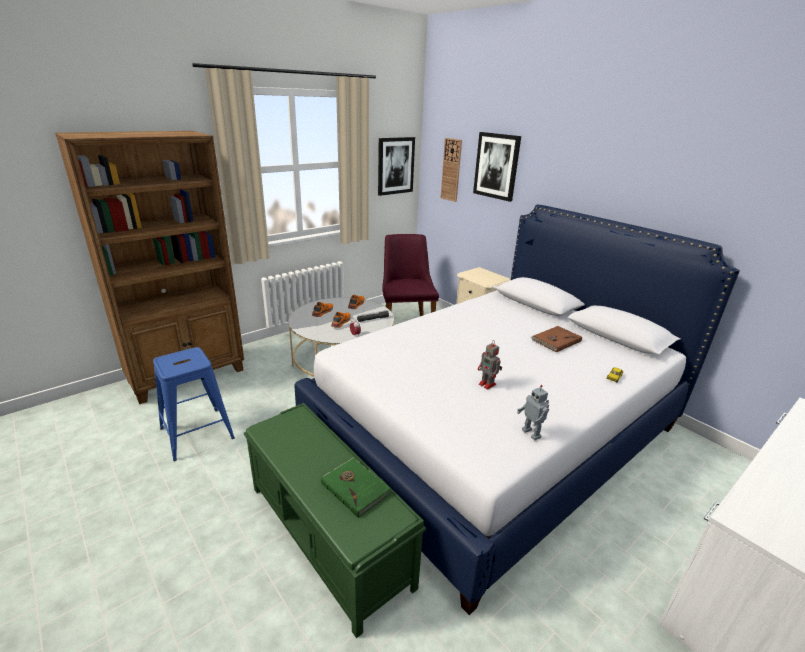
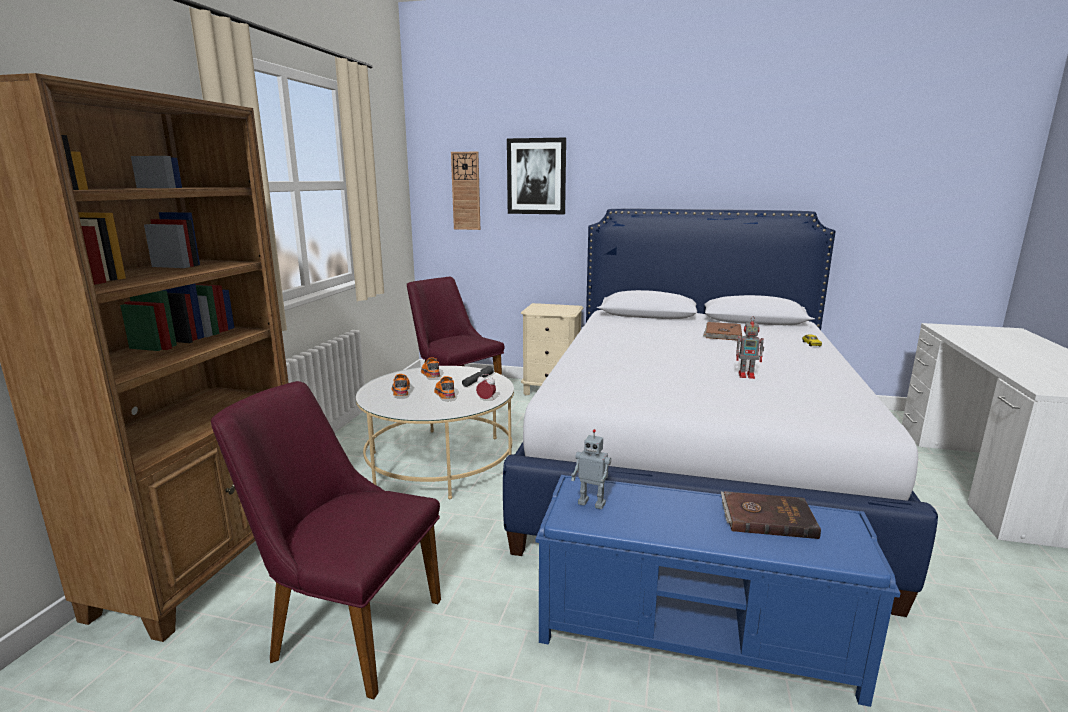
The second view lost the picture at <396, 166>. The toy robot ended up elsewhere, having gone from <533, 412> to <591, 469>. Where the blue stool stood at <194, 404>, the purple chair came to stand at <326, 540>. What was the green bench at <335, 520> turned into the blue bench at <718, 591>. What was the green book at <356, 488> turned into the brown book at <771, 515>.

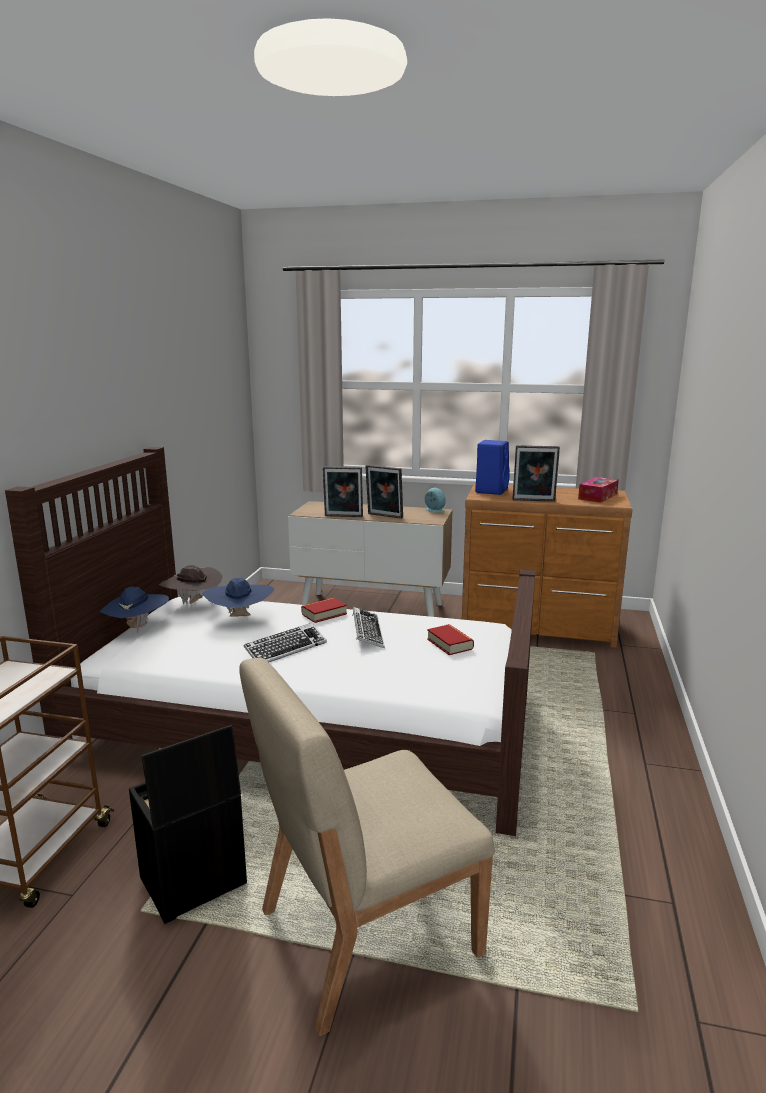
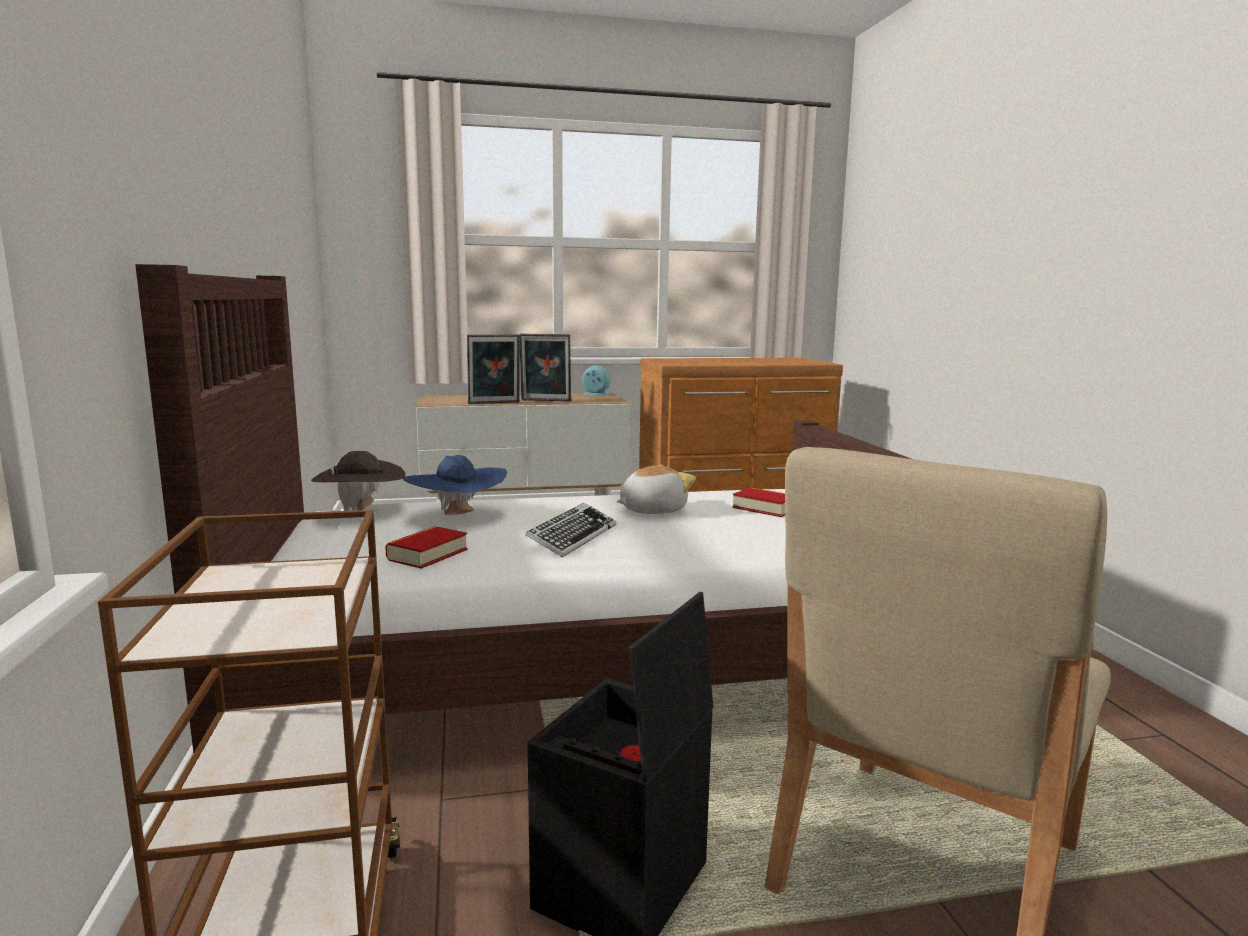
The second view lost the blue hat at <134, 609>. The second view lost the blue speaker at <492, 467>. The second view lost the picture frame at <536, 473>. The second view lost the tissue box at <598, 490>. The book ended up elsewhere, having gone from <324, 610> to <426, 547>. Where the keyboard stood at <368, 627>, the plush toy came to stand at <656, 489>.

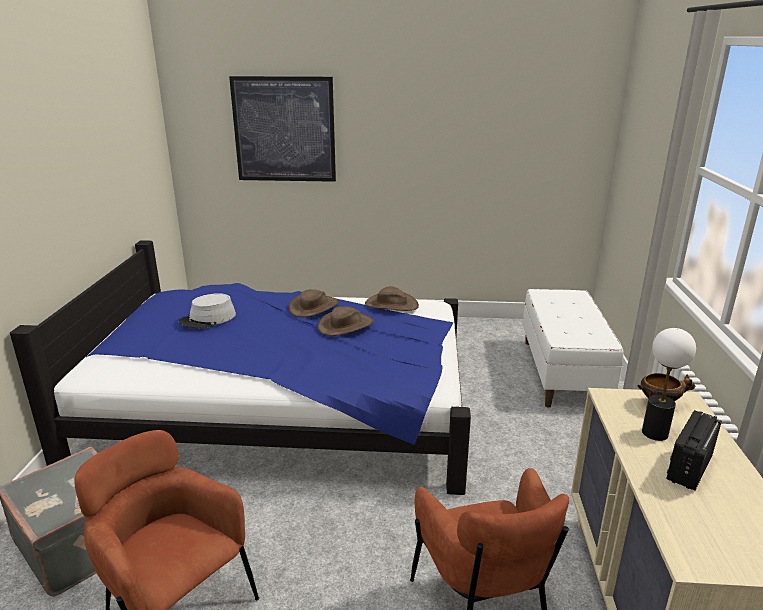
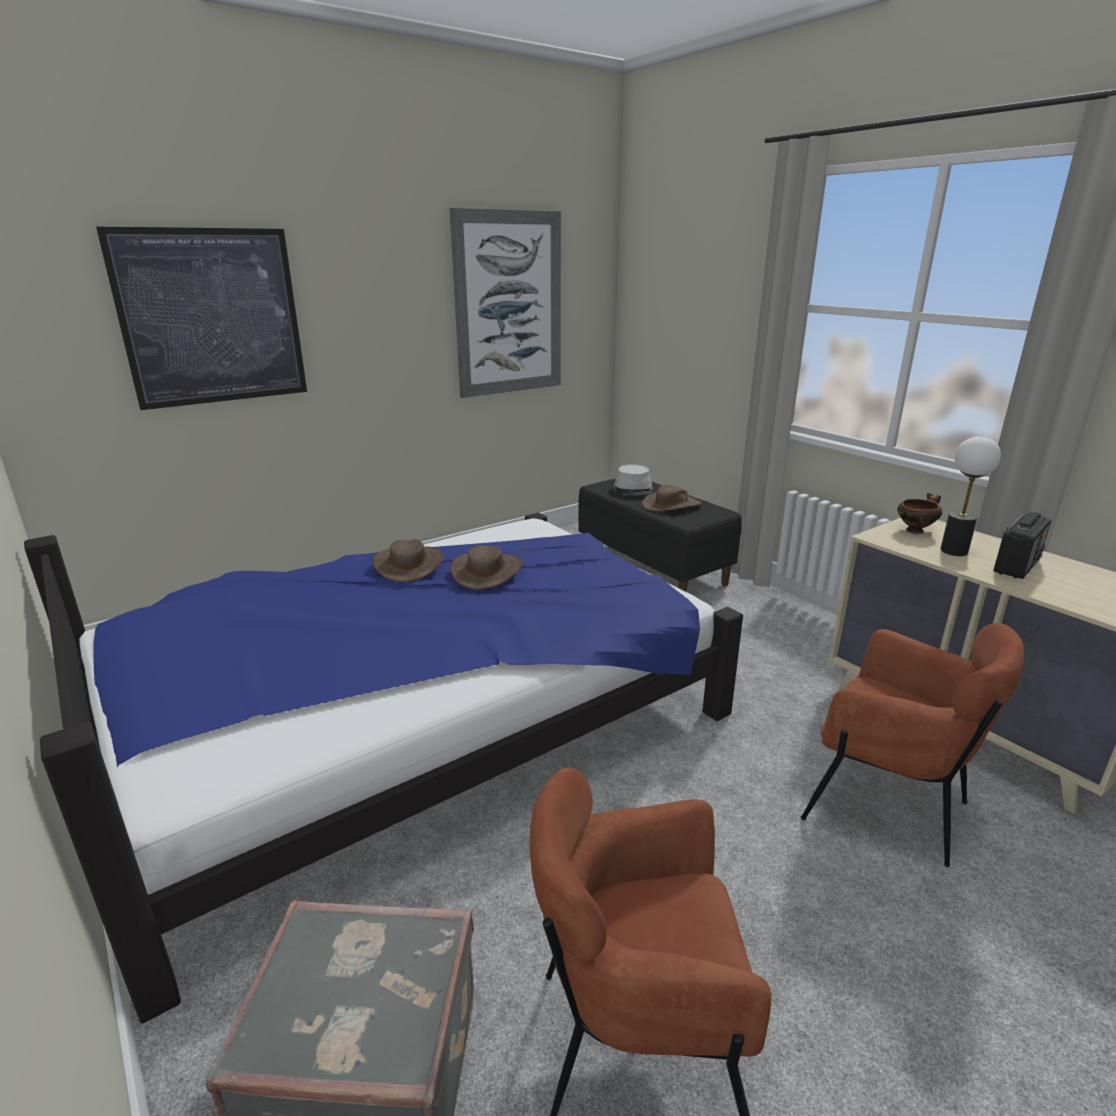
The second view gained the picture at <505, 303>. The grey hat ended up elsewhere, having gone from <207, 311> to <633, 480>. The brown hat ended up elsewhere, having gone from <392, 298> to <671, 498>. What was the white bench at <573, 348> turned into the black bench at <660, 535>. The radio at <694, 450> ended up facing another way, 135 degrees counterclockwise from before.

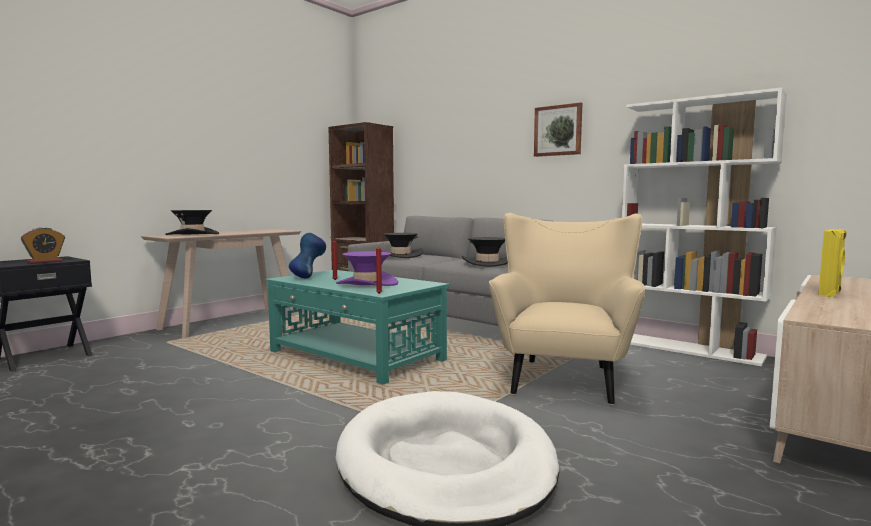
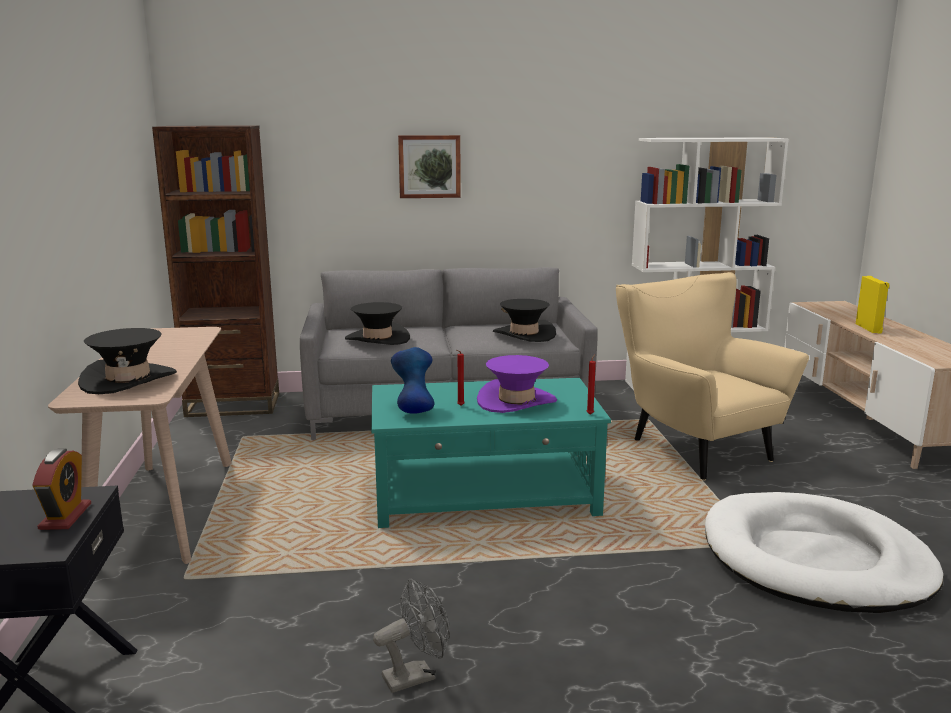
The second view gained the grey fan at <411, 636>. The picture ended up elsewhere, having gone from <558, 129> to <429, 166>.

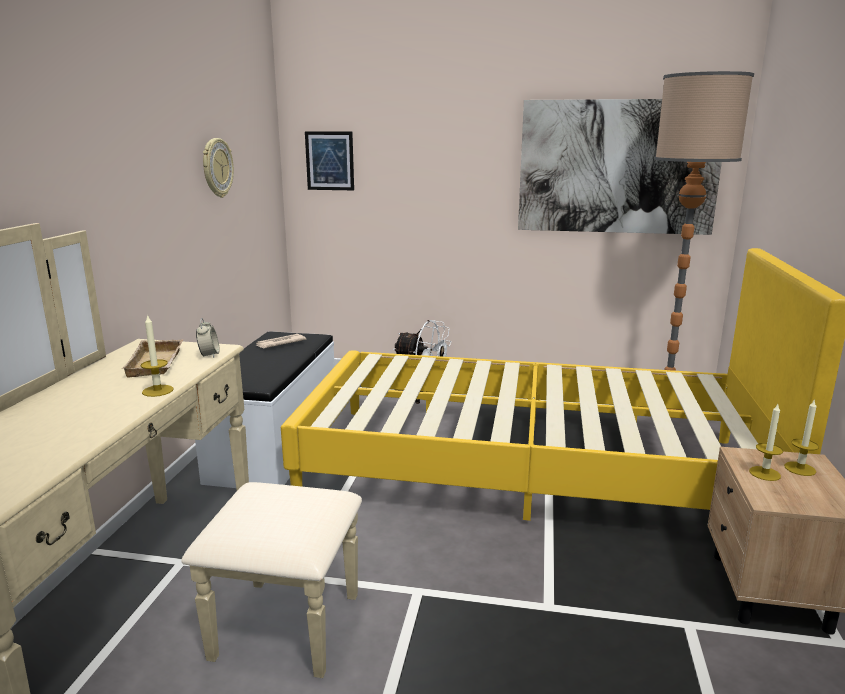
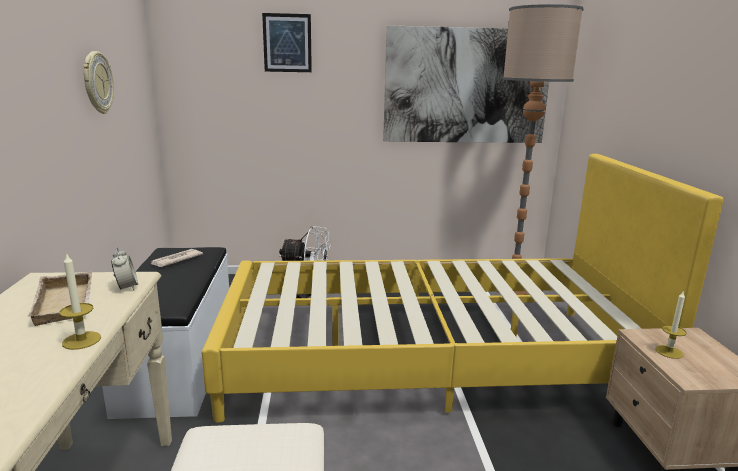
The second view lost the candle at <801, 437>. The picture ended up elsewhere, having gone from <329, 160> to <287, 42>.

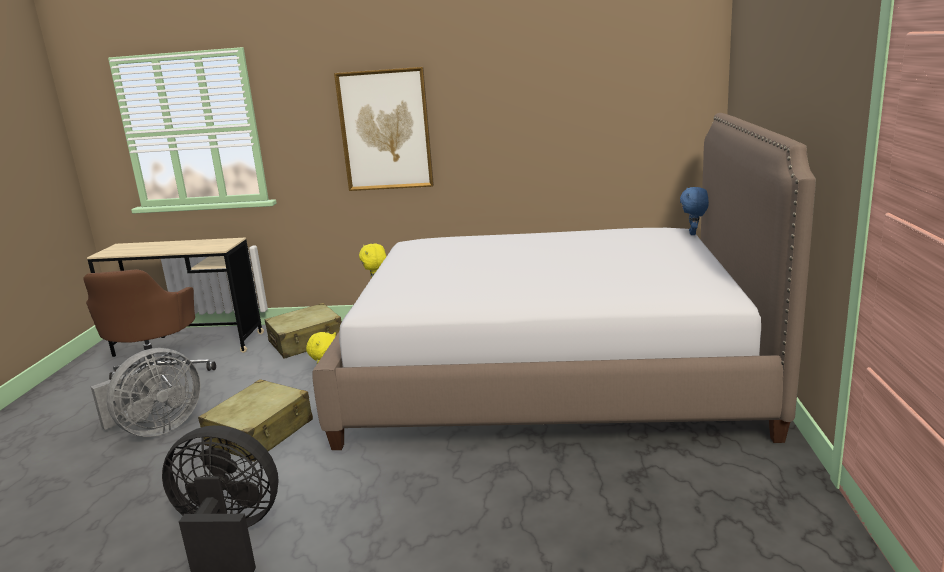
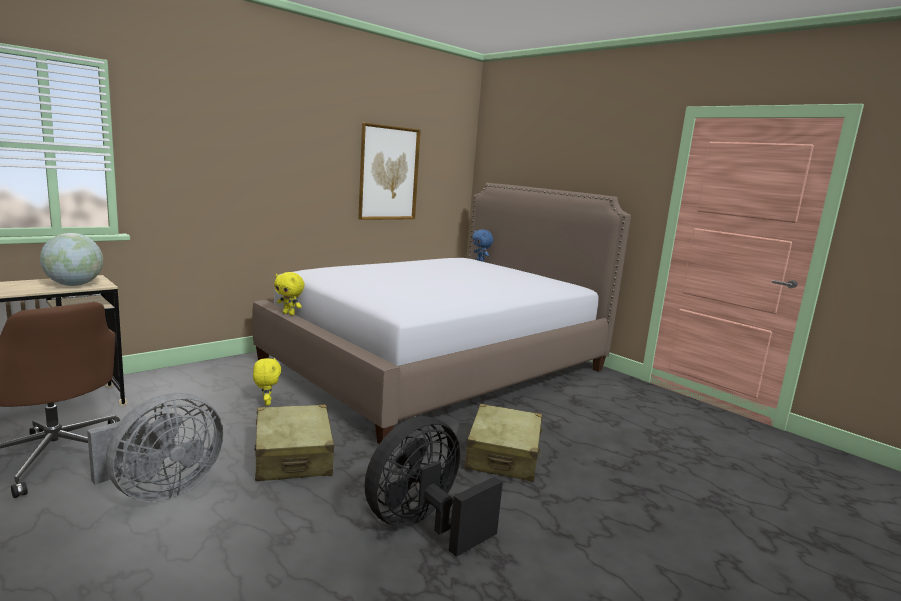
The second view gained the globe at <71, 259>. The beige suitcase ended up elsewhere, having gone from <303, 331> to <503, 443>. The picture ended up elsewhere, having gone from <384, 129> to <389, 171>. The grey fan at <146, 392> ended up facing another way, 45 degrees clockwise from before.

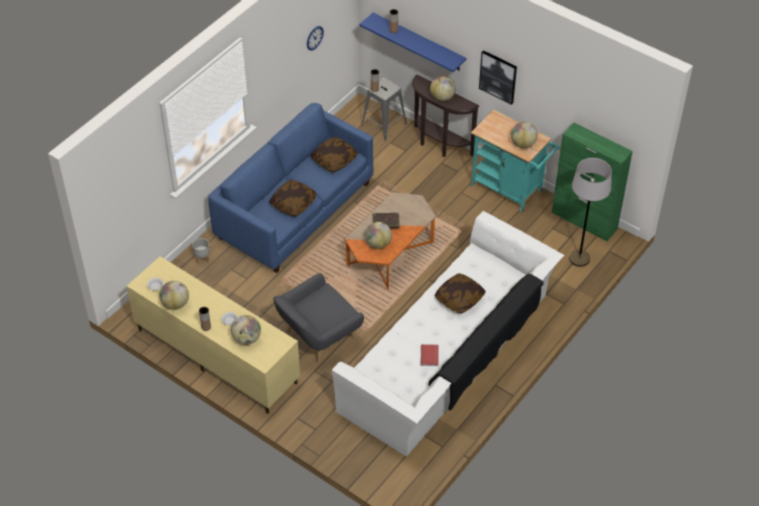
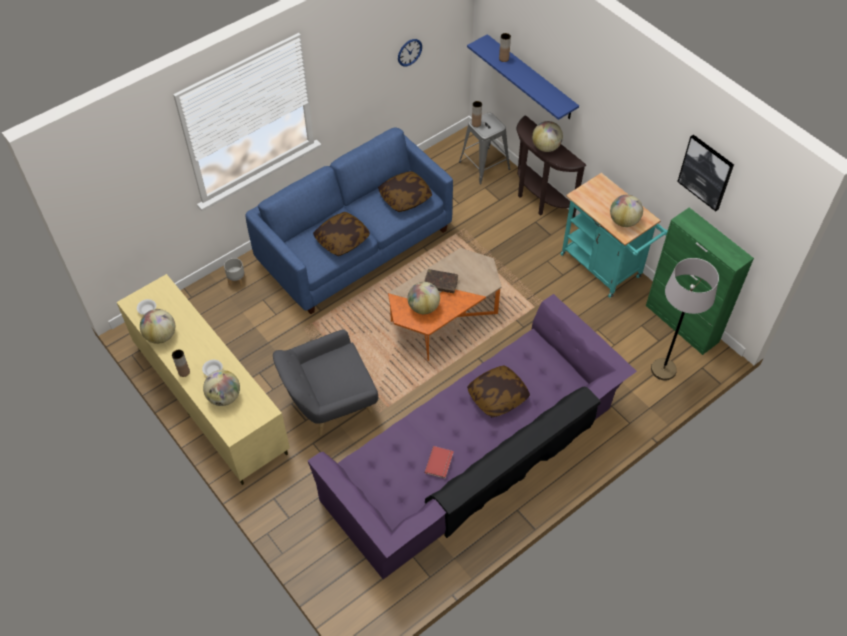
The picture ended up elsewhere, having gone from <498, 77> to <705, 173>. What was the white sofa at <448, 334> turned into the purple sofa at <472, 436>.

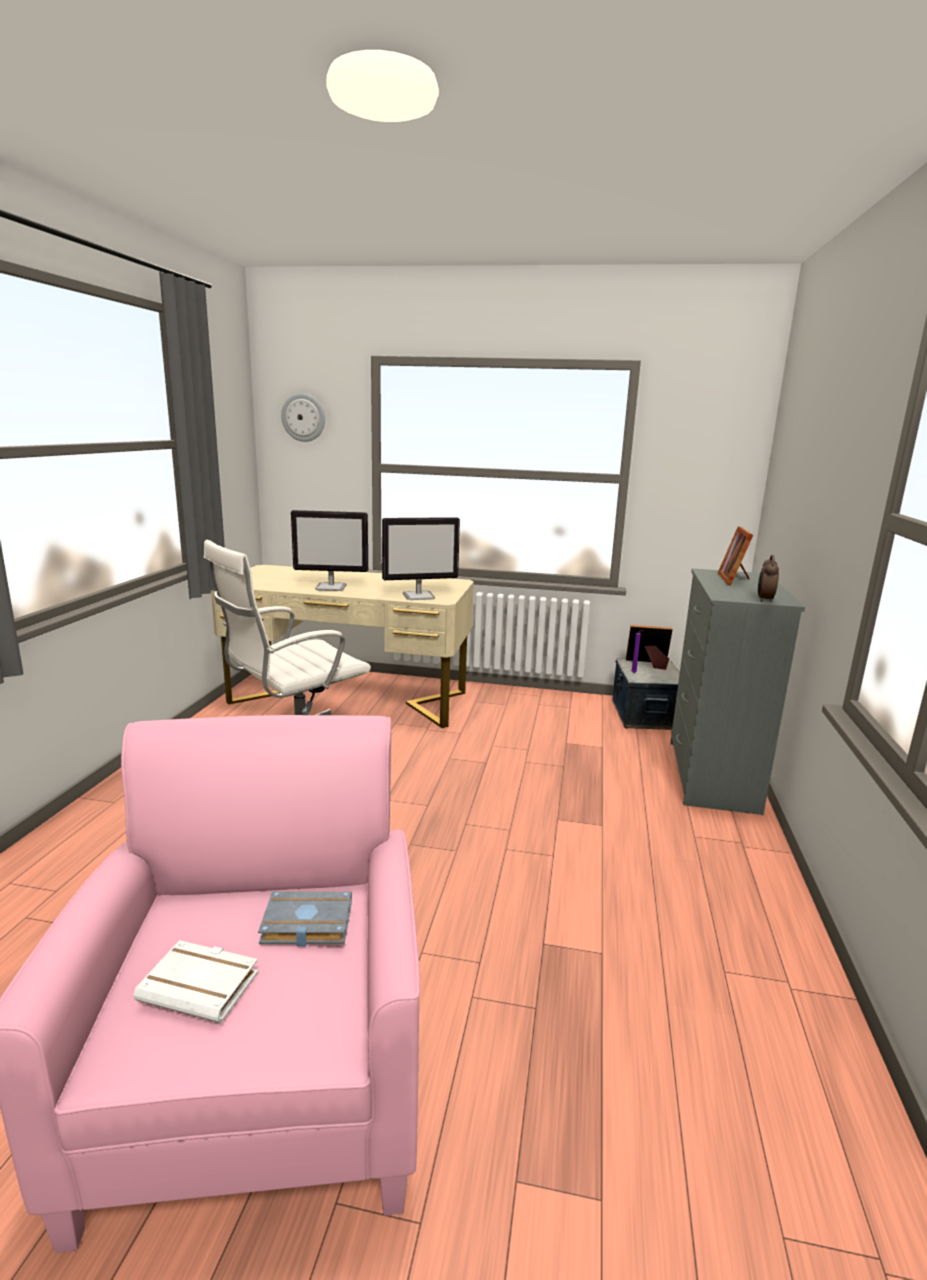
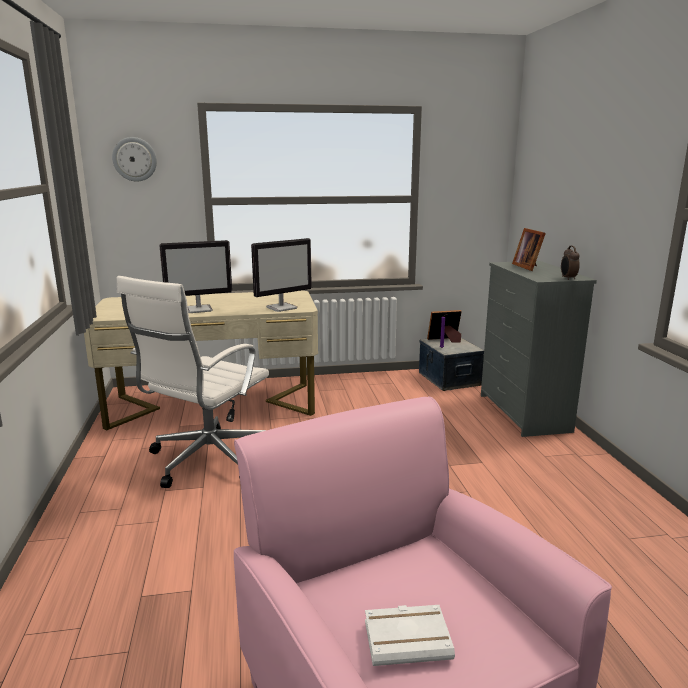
The second view lost the grey book at <305, 919>.

